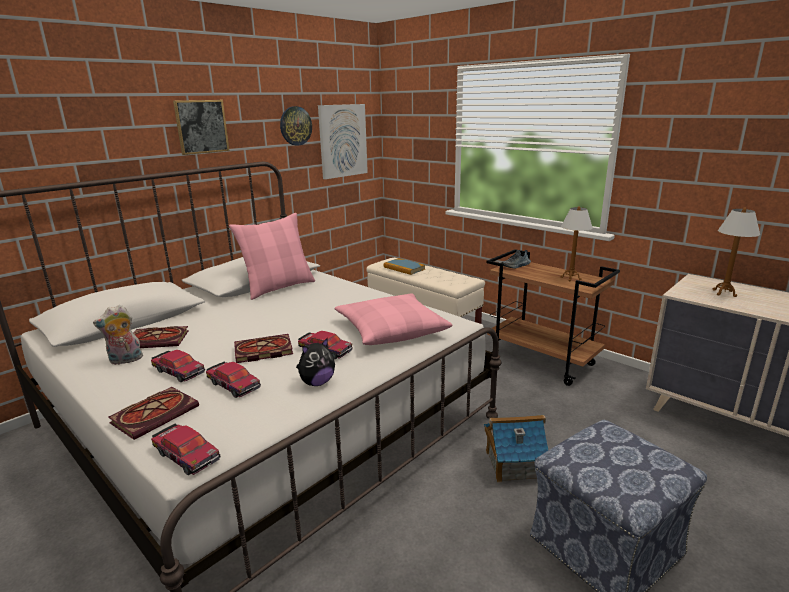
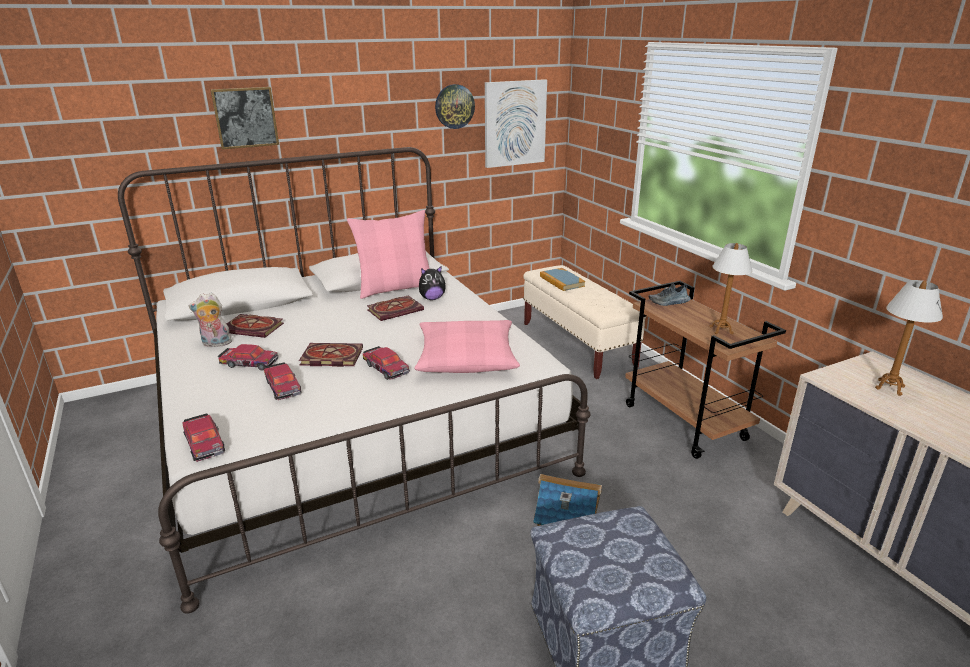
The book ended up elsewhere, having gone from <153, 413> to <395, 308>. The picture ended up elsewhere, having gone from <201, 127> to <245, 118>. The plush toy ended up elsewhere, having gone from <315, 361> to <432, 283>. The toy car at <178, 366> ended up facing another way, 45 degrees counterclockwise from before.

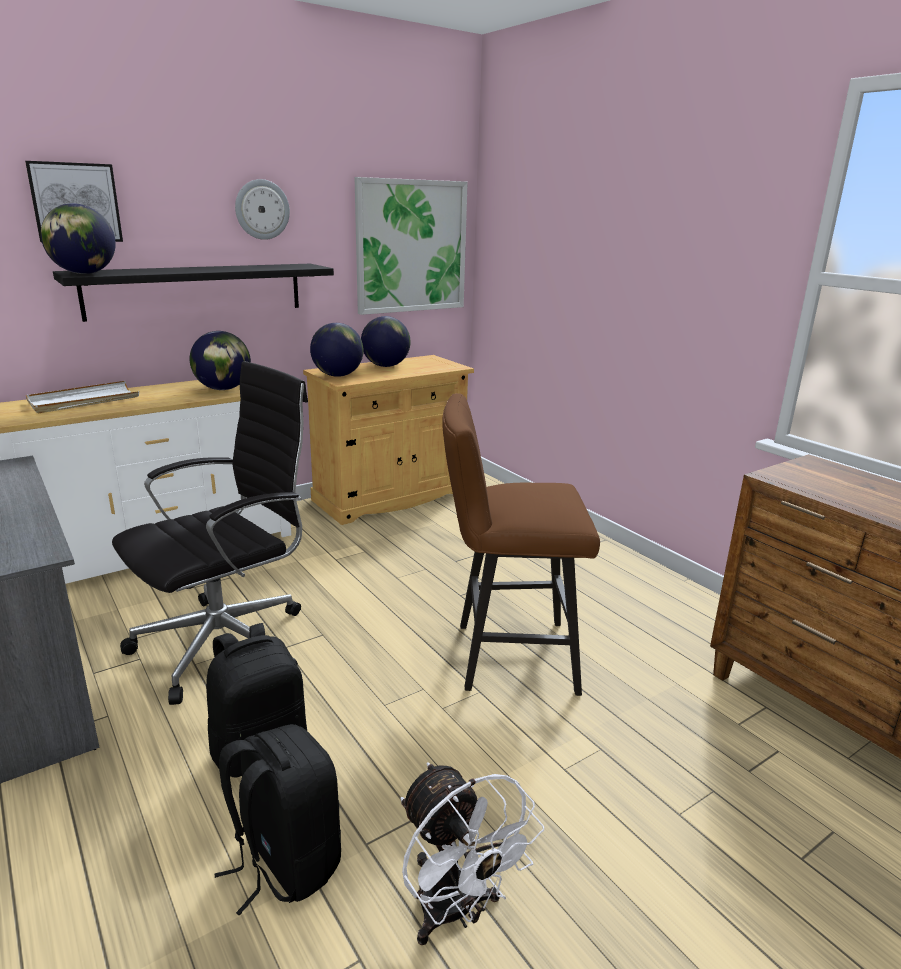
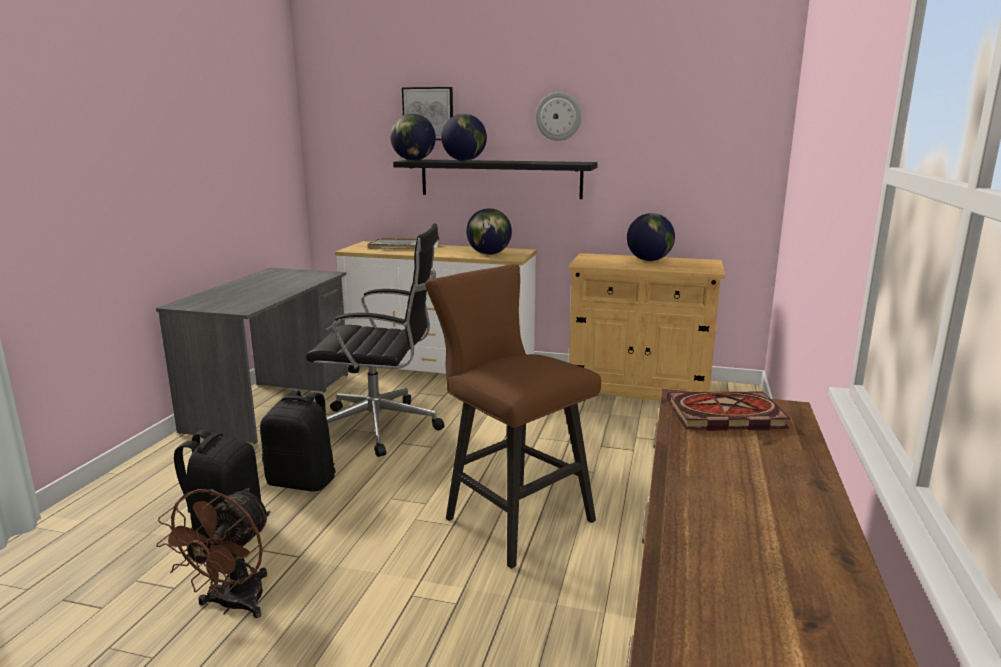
The second view lost the picture at <411, 246>. The second view gained the book at <729, 411>. The globe ended up elsewhere, having gone from <337, 350> to <464, 137>. What was the white fan at <472, 853> turned into the brown fan at <213, 553>.

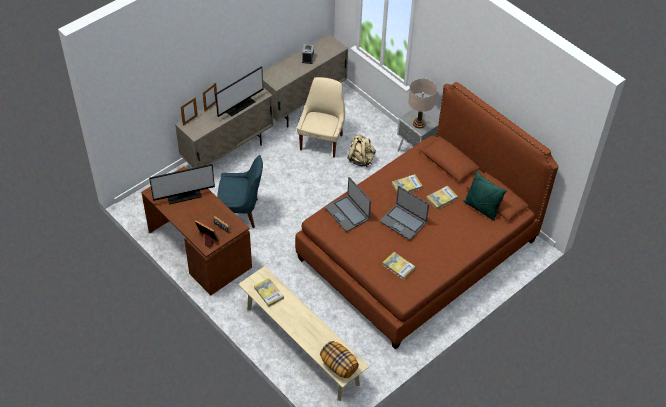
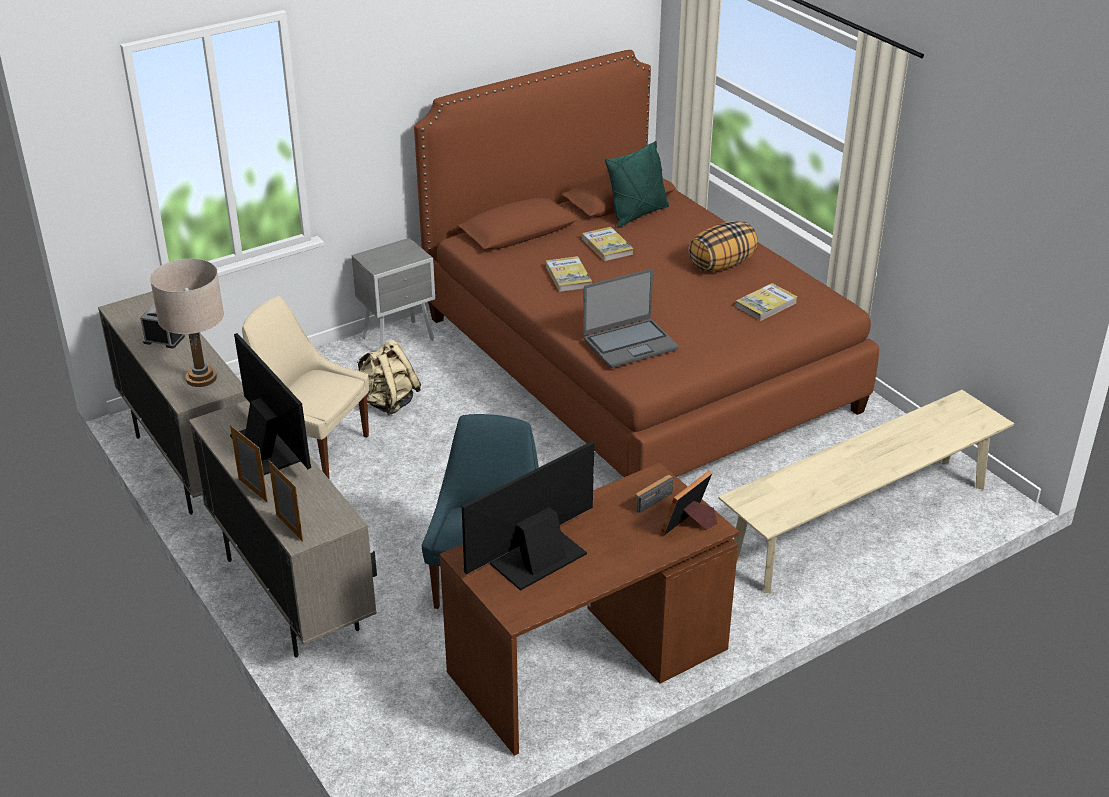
The second view lost the book at <269, 292>. The second view lost the laptop at <404, 213>. The pillow ended up elsewhere, having gone from <339, 360> to <723, 246>. The beige table lamp ended up elsewhere, having gone from <422, 103> to <187, 323>. The monitor at <182, 184> ended up facing another way, 120 degrees counterclockwise from before.

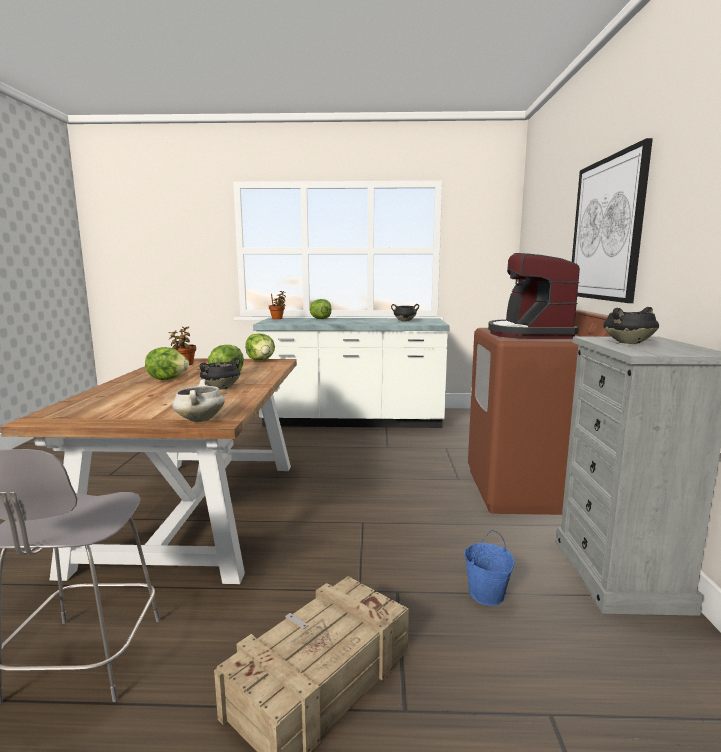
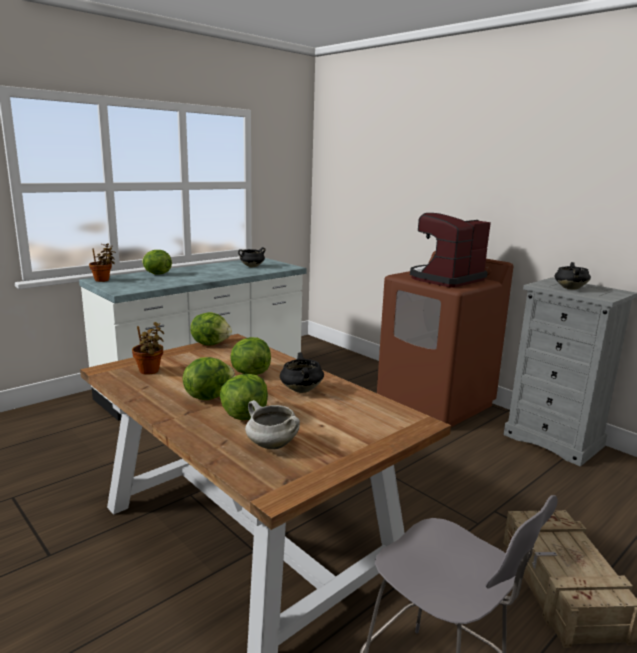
The second view lost the blue bucket at <489, 568>. The second view lost the picture at <612, 220>. The second view gained the lettuce at <244, 397>. The white cooking pot ended up elsewhere, having gone from <198, 400> to <272, 424>. The coffee machine at <534, 296> ended up facing another way, 90 degrees clockwise from before.

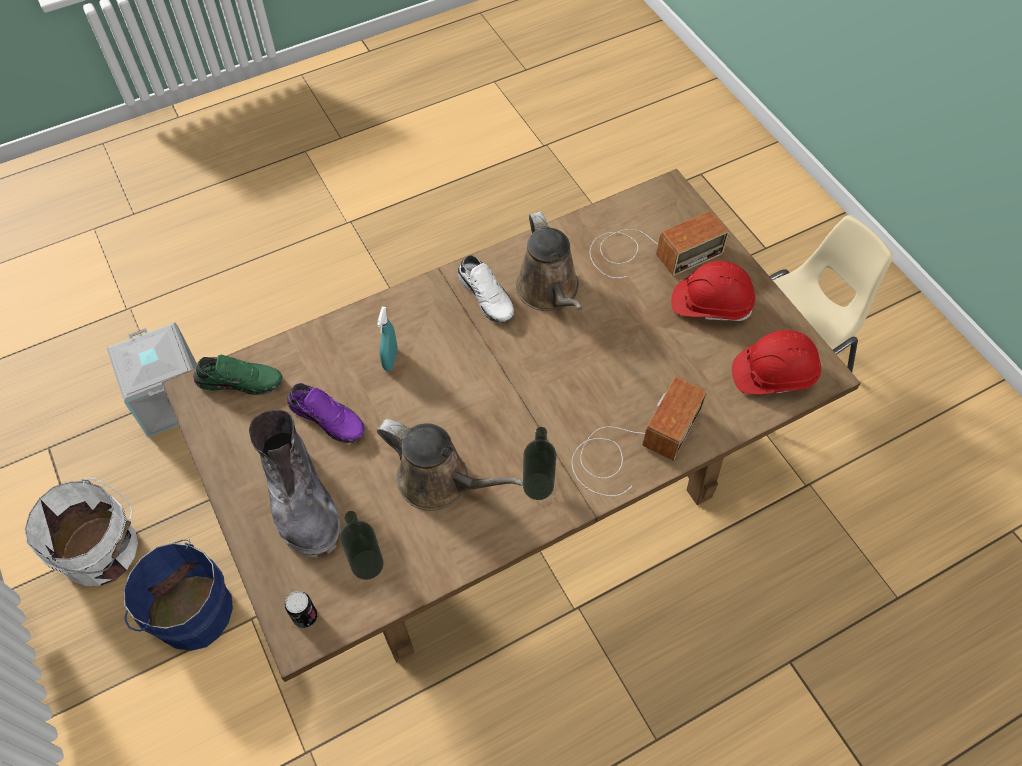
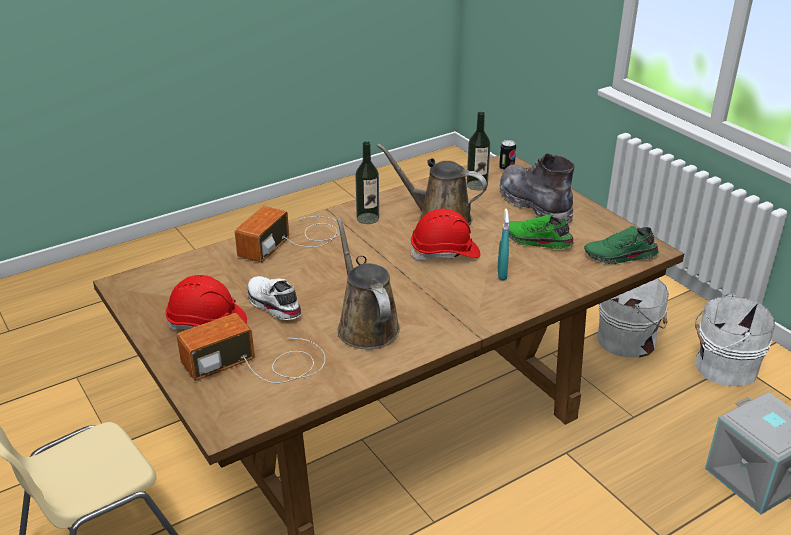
The white shoe ended up elsewhere, having gone from <485, 289> to <275, 298>. The red hard hat ended up elsewhere, having gone from <776, 362> to <445, 234>. What was the blue bucket at <178, 595> turned into the white bucket at <633, 318>. What was the purple shoe at <326, 413> turned into the green shoe at <541, 231>.

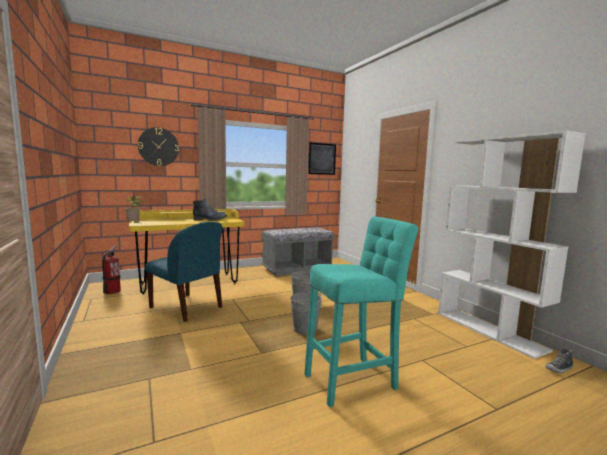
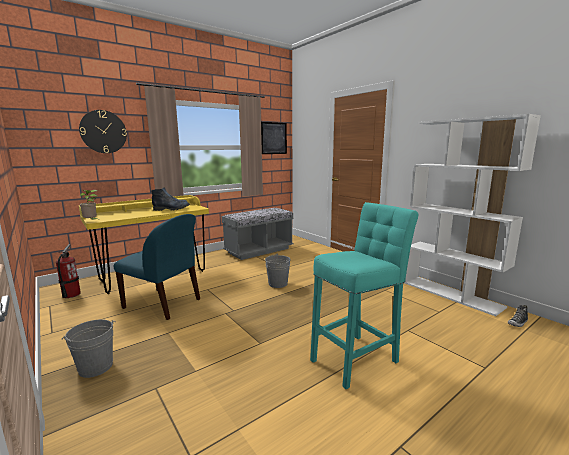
The grey bucket ended up elsewhere, having gone from <306, 314> to <89, 348>.

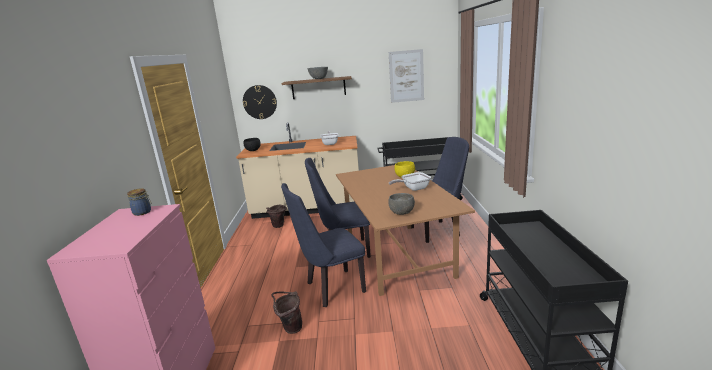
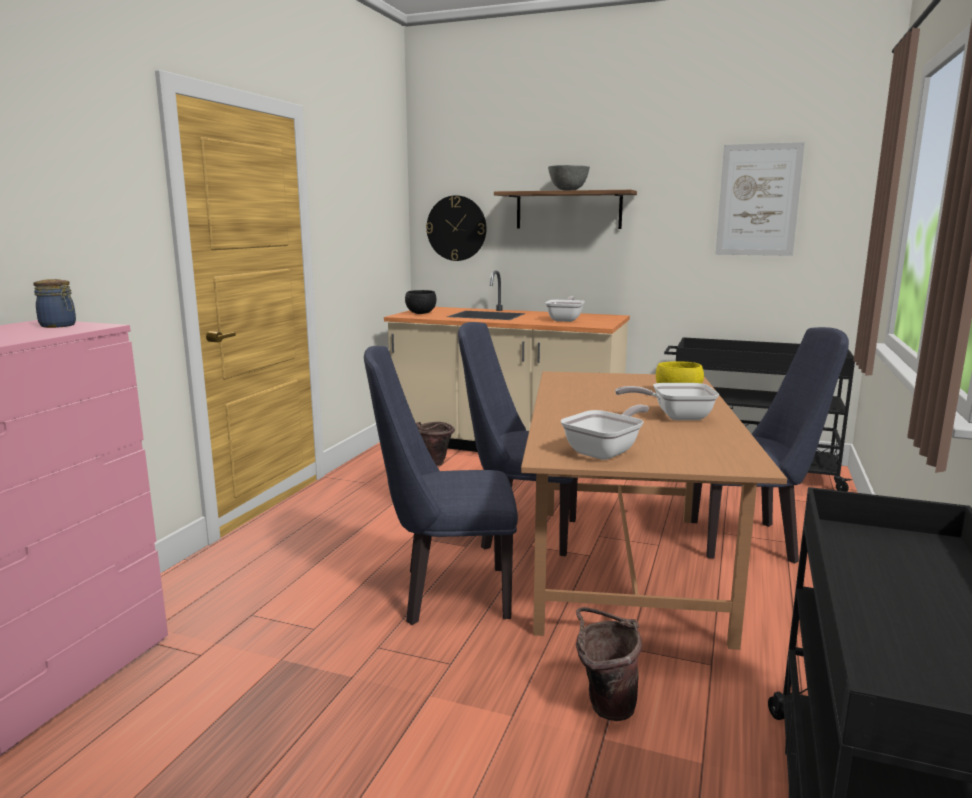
The brown bucket ended up elsewhere, having gone from <287, 312> to <609, 664>. Where the grey bowl stood at <401, 204>, the frying pan came to stand at <605, 432>.

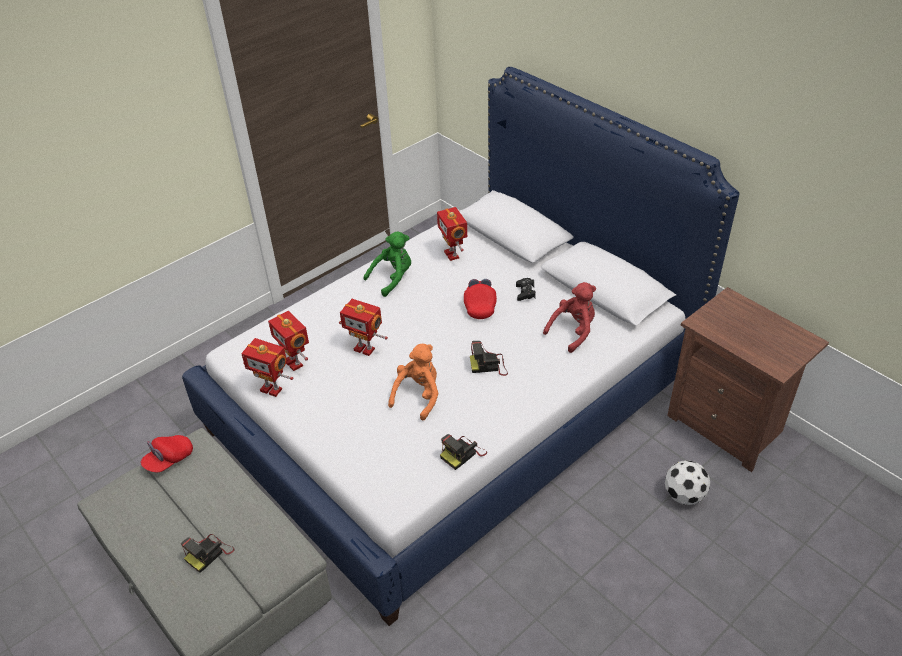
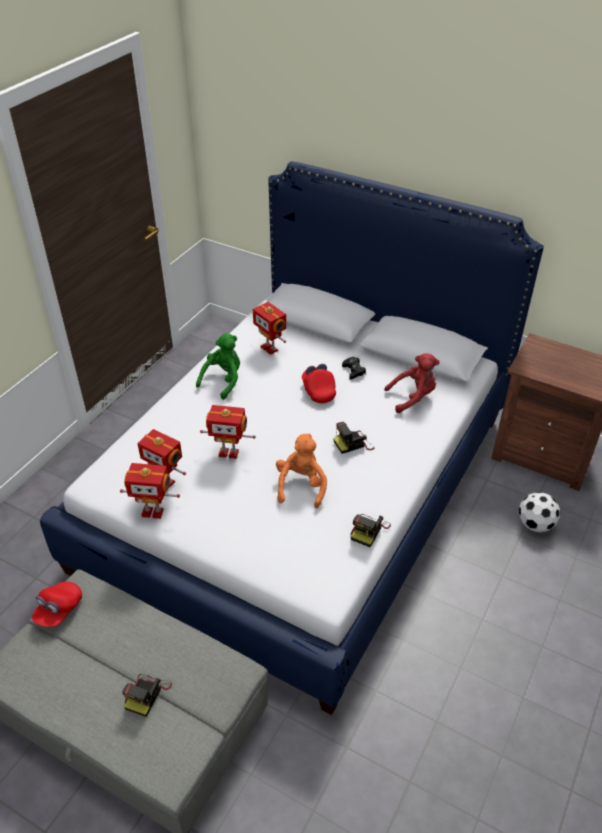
The red plush toy at <569, 317> ended up facing another way, 45 degrees clockwise from before.

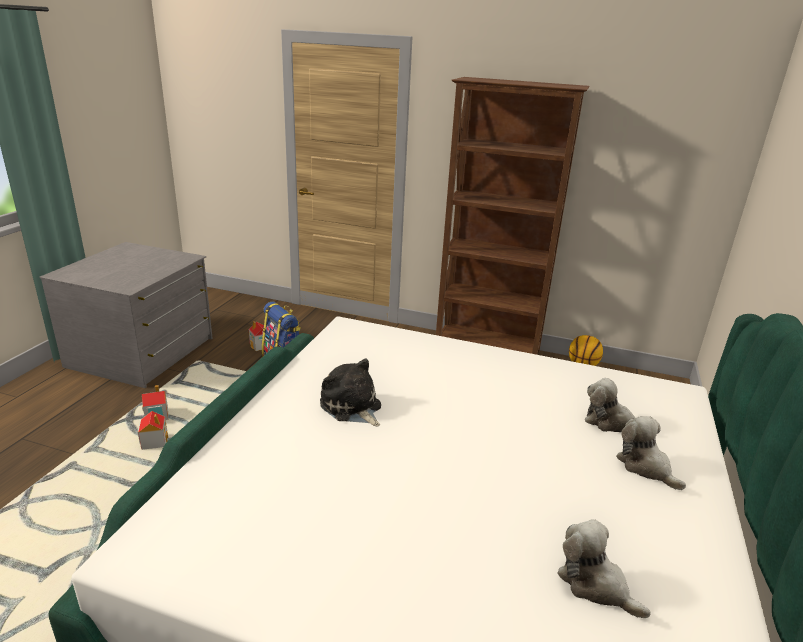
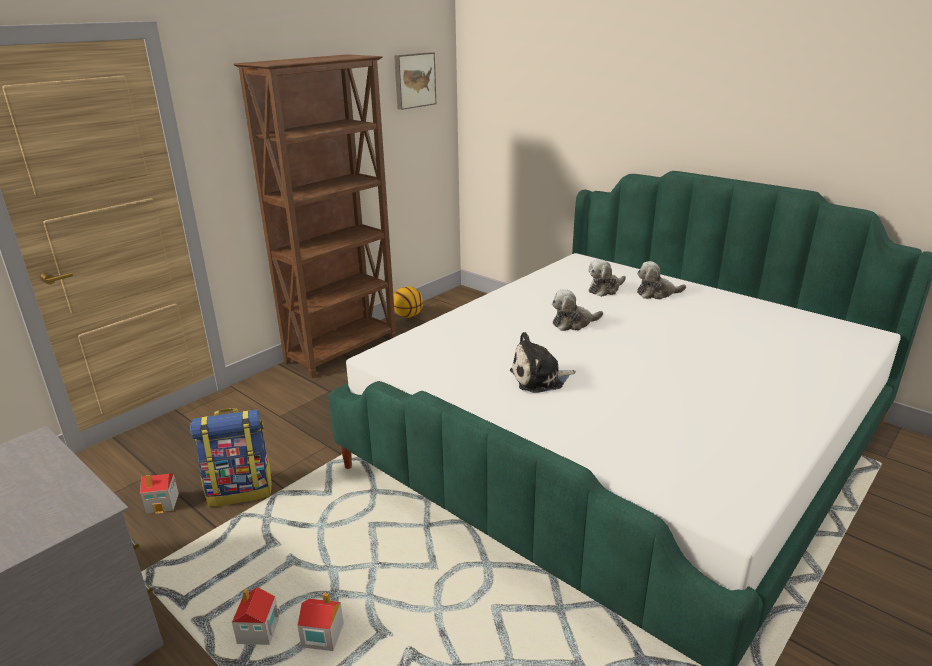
The second view gained the picture at <415, 81>. The plush toy ended up elsewhere, having gone from <604, 568> to <577, 310>.

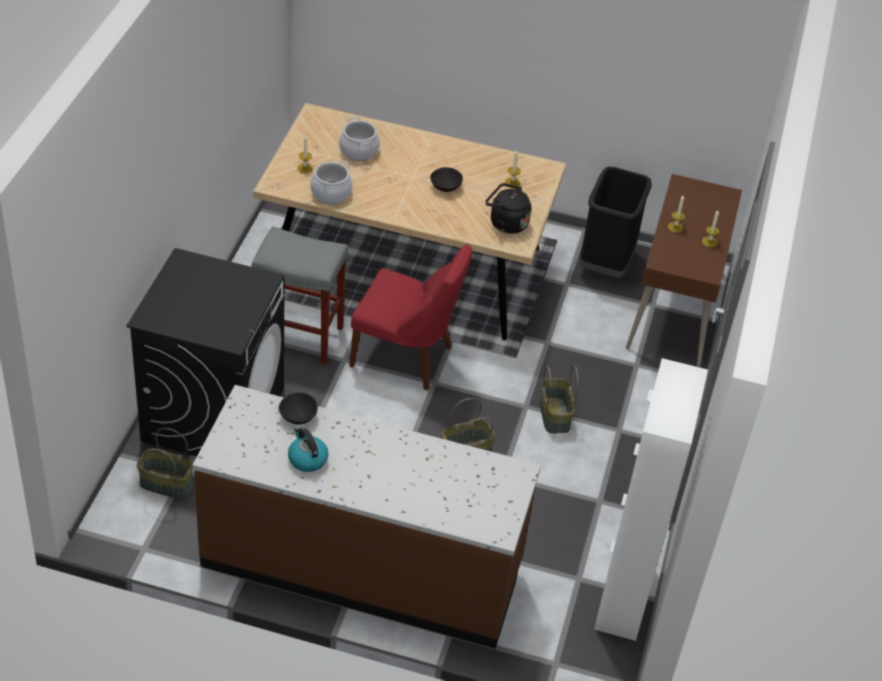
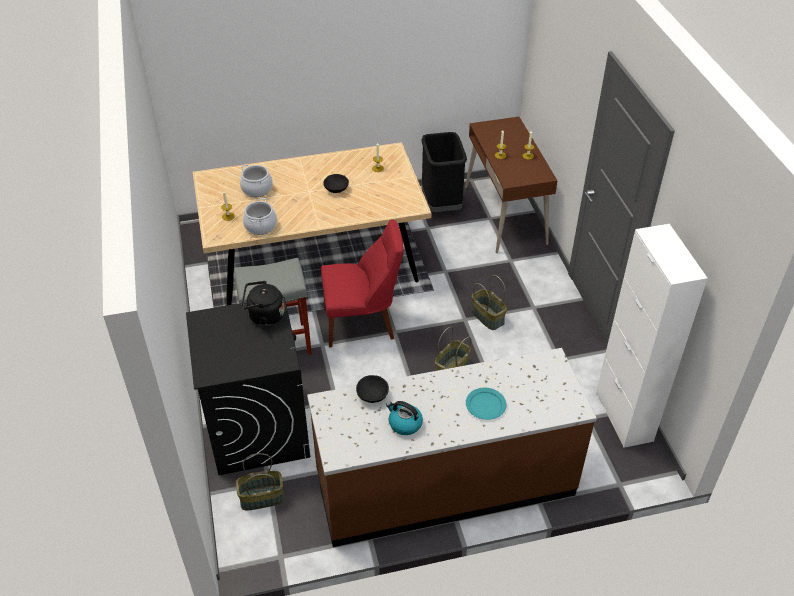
The second view gained the turquoise plate at <486, 404>. The black kettle ended up elsewhere, having gone from <508, 208> to <263, 303>.

